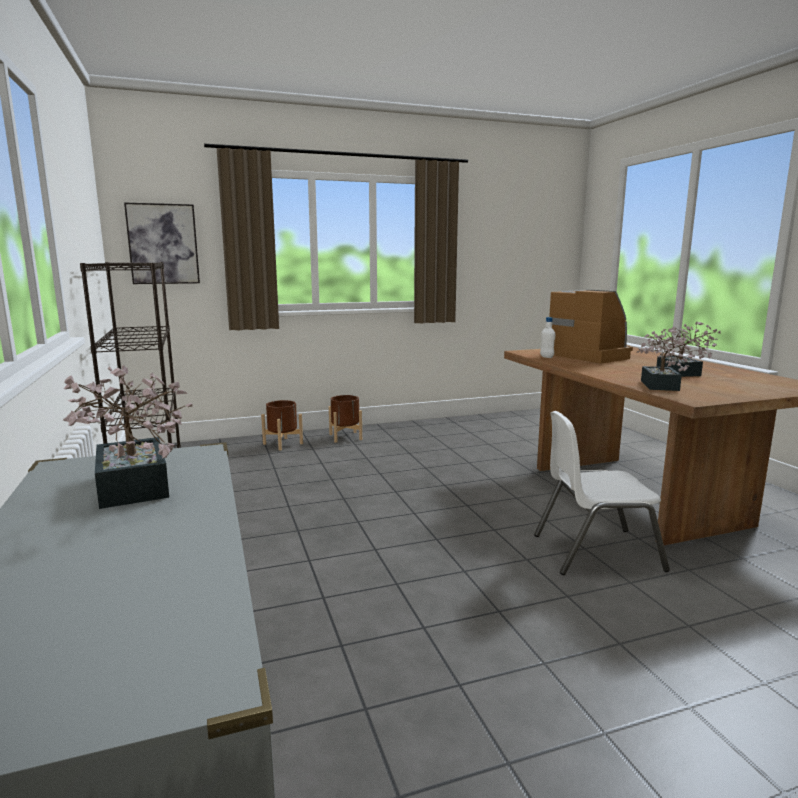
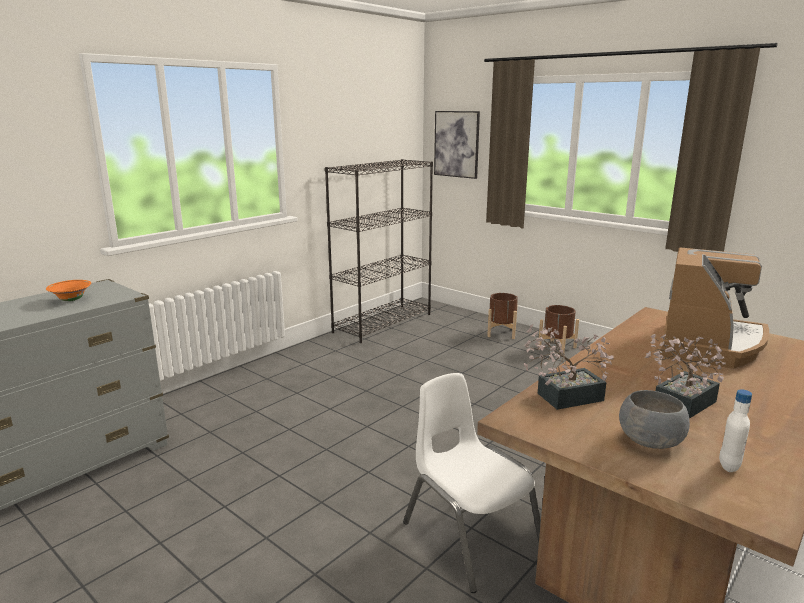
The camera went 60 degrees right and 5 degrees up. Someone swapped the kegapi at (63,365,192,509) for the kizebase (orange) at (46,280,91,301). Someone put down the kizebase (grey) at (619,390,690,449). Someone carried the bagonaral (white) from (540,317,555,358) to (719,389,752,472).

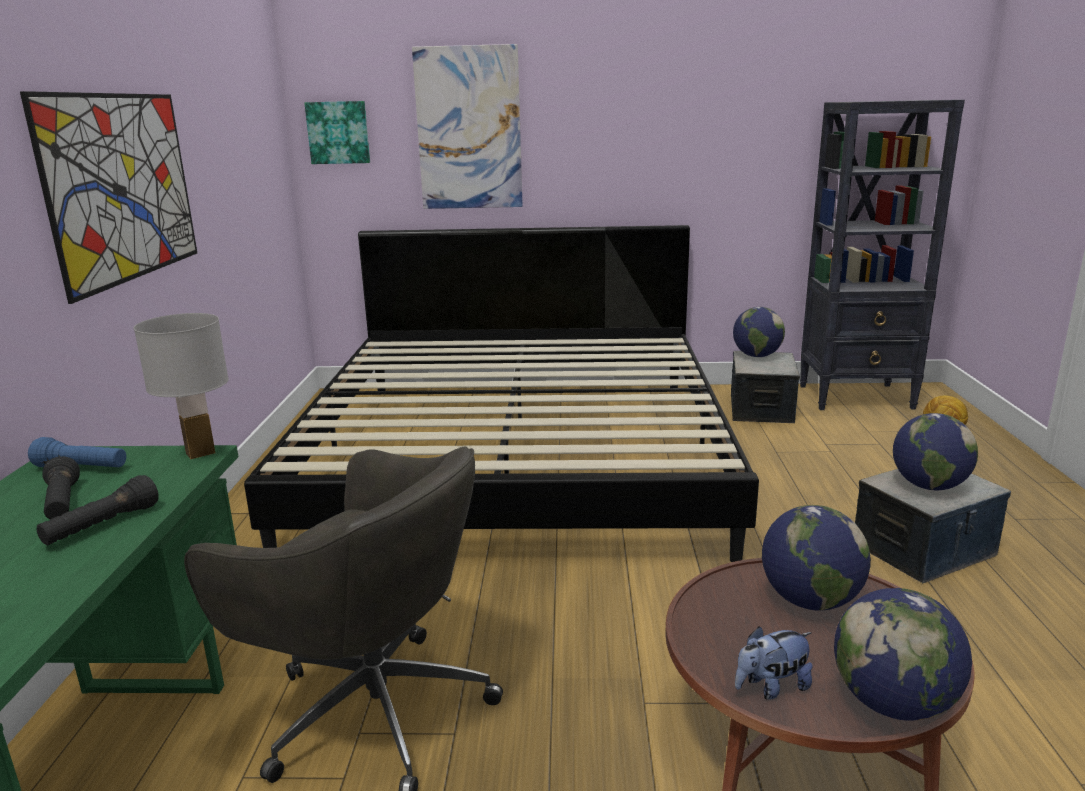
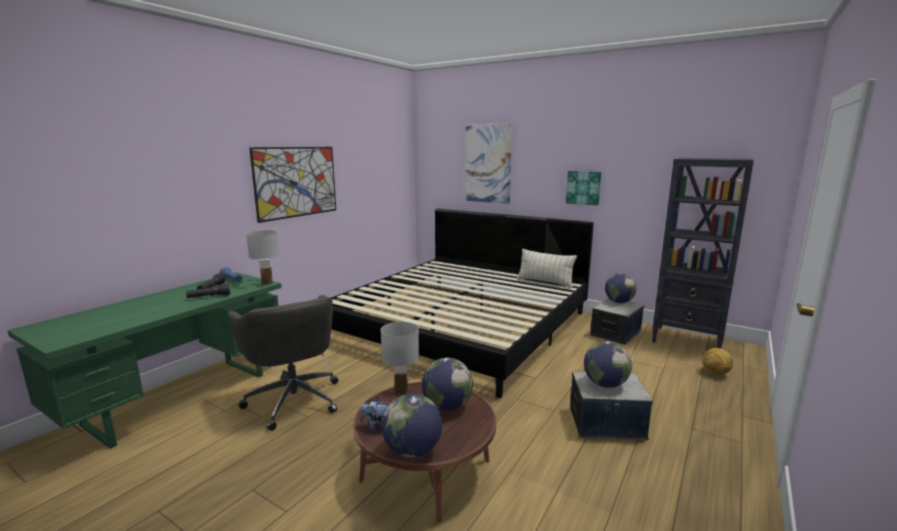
The camera went 30 degrees right and 5 degrees down. Someone put down the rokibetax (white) at (381,322,419,393). Someone put down the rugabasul at (517,249,577,288). Someone carried the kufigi from (304,101,370,164) to (566,171,601,205).

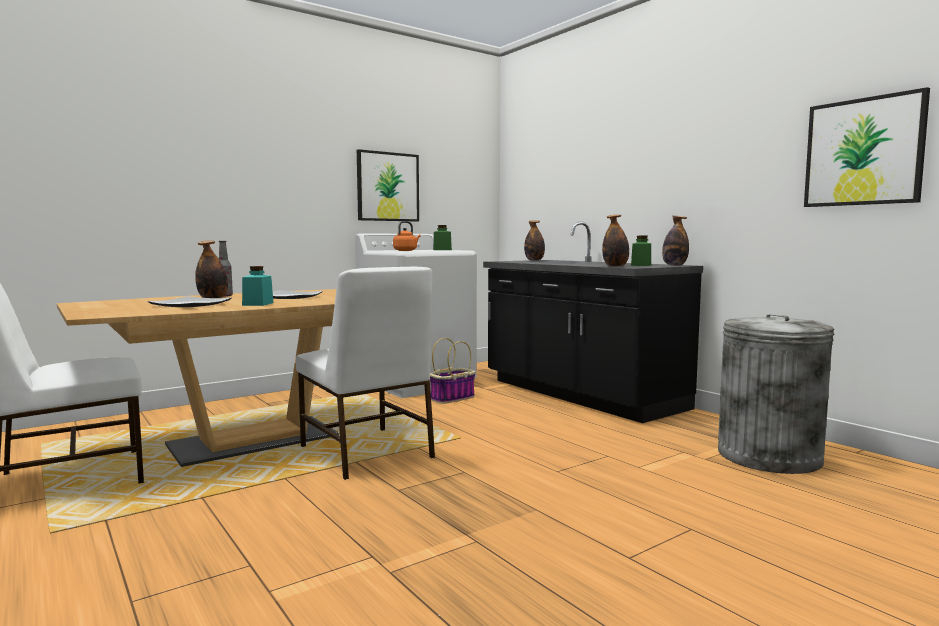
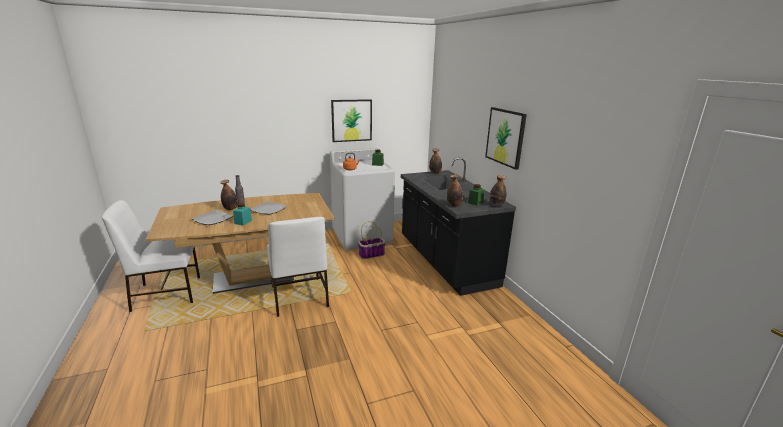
The camera went 15 degrees right and 15 degrees up. Someone carried the kufigi from (804,87,930,207) to (485,107,527,170). Someone took away the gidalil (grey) at (718,314,834,474).

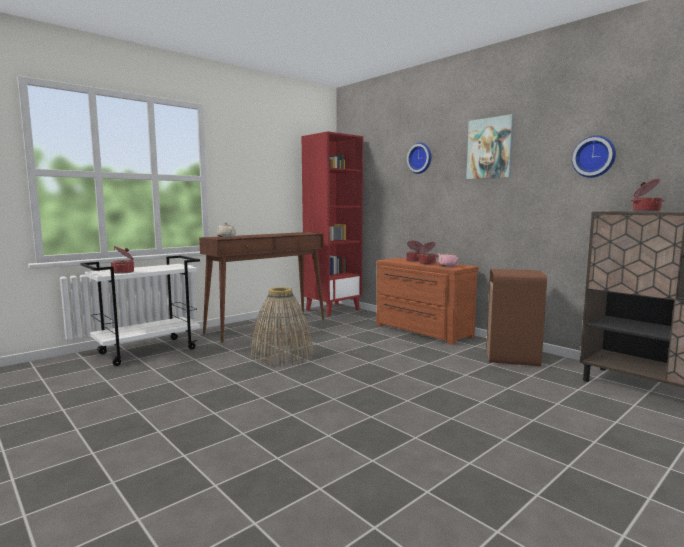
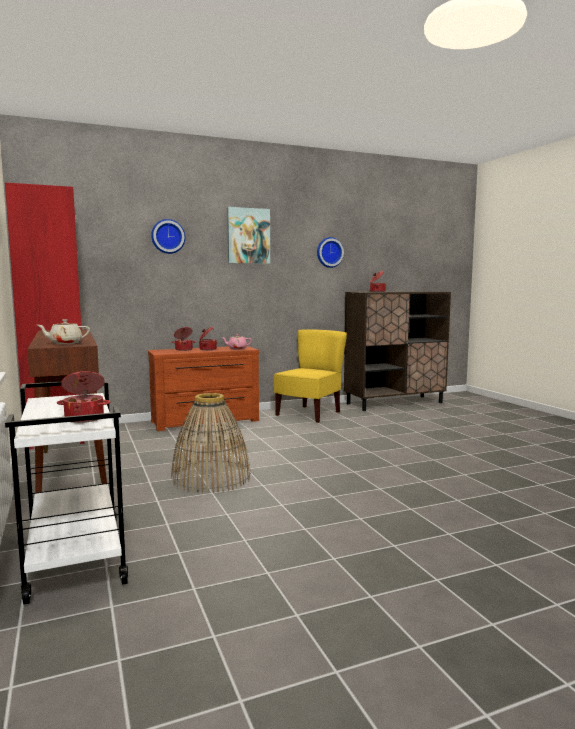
The camera went 70 degrees left and 0 degrees up. Someone swapped the gidalil (brown) at (486,269,547,366) for the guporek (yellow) at (274,329,347,423).

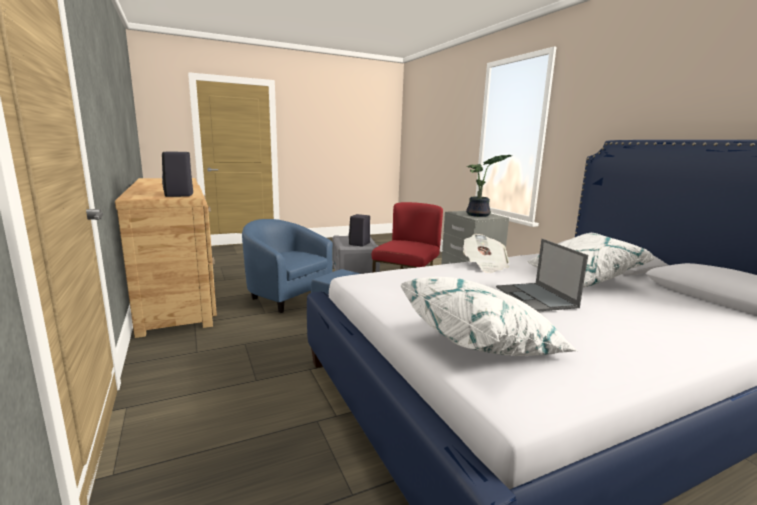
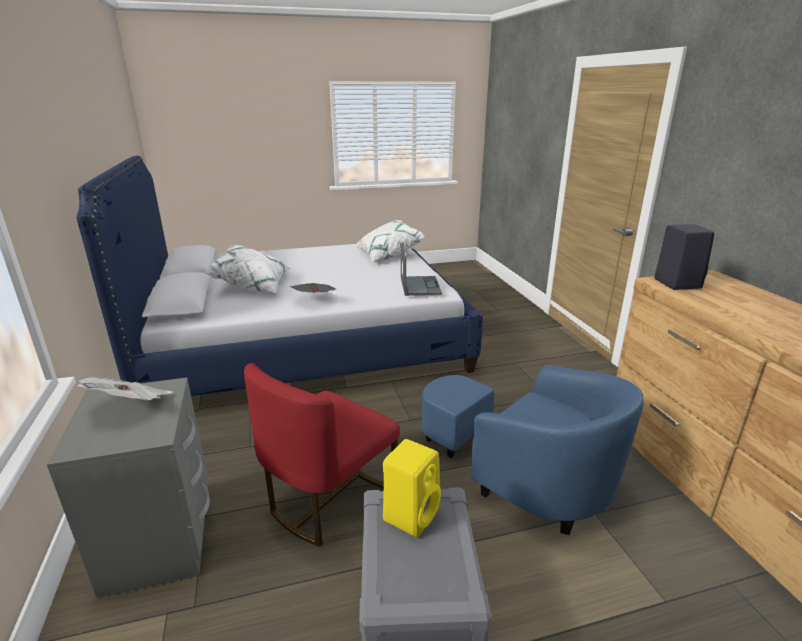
The camera went 170 degrees left and 10 degrees up. Someone swapped the kegapi at (466,155,512,217) for the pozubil at (77,377,173,400). Someone repainted the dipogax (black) at (349,214,370,247), which became the dipogax (yellow) at (383,439,441,537). Someone carried the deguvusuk from (496,239,588,312) to (401,243,442,296).

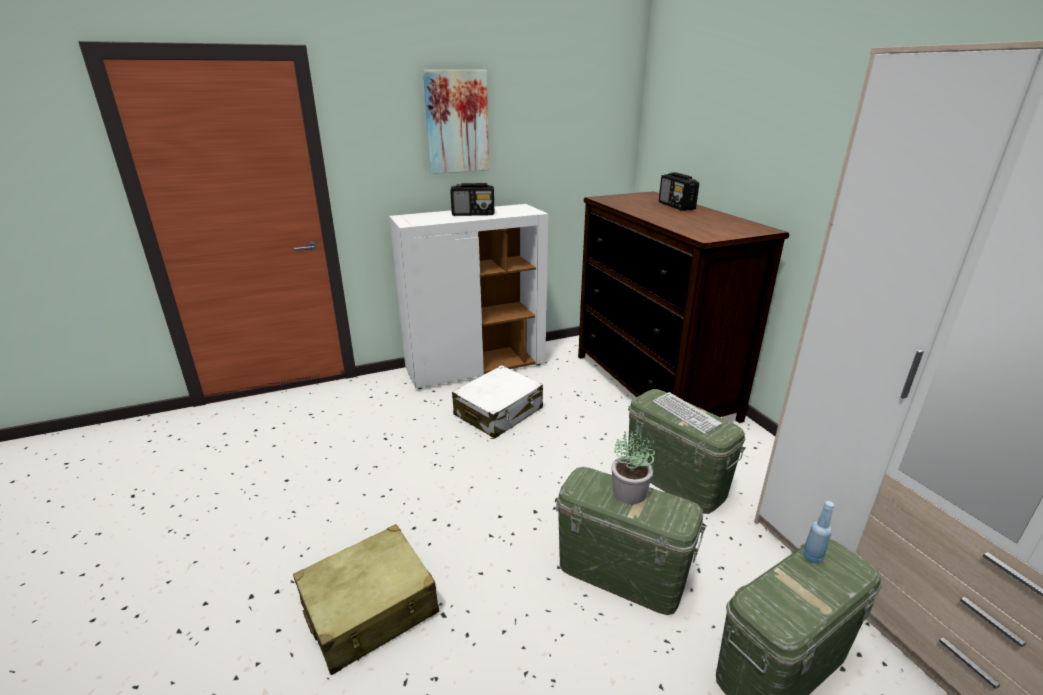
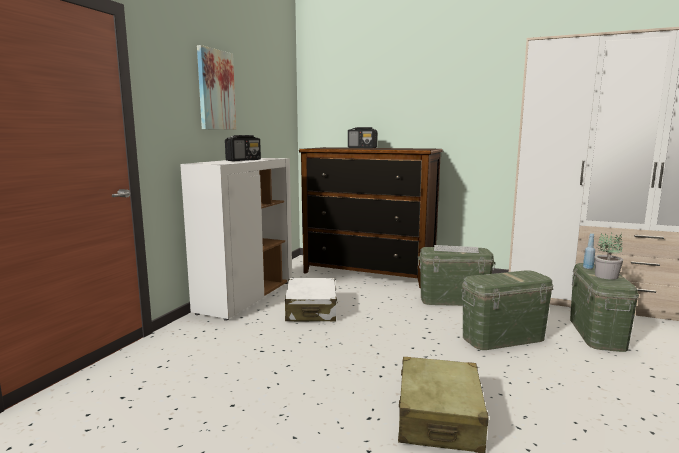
The camera went 45 degrees left and 15 degrees down. Someone carried the kegapi from (611,427,655,504) to (594,232,623,280).

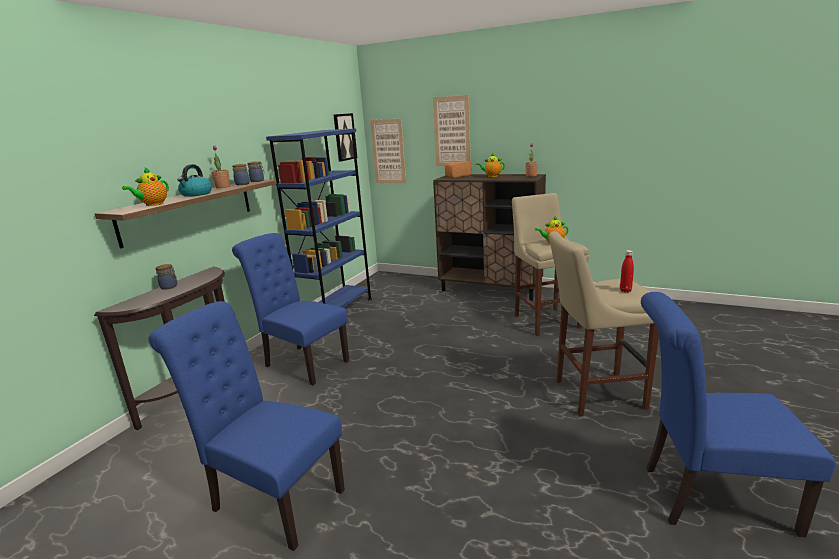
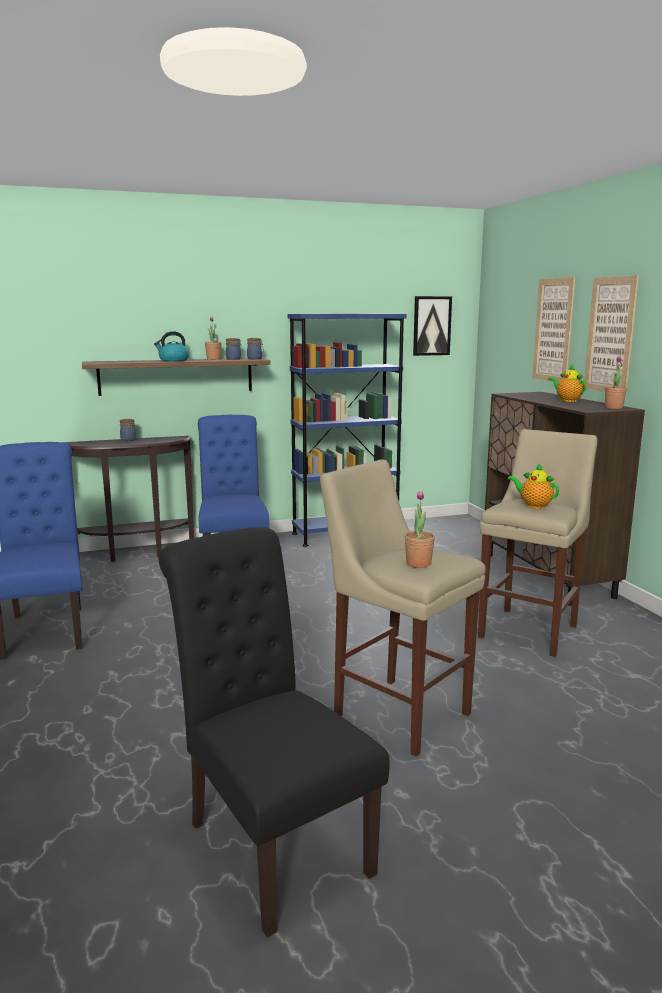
The camera went 45 degrees right and 5 degrees down. Someone repainted the guporek (blue) at (641,292,836,537), which became the guporek (black) at (159,527,389,938). Someone swapped the bagonaral (red) at (620,250,634,292) for the kegapi at (405,491,435,568). Someone carried the kufigi from (370,118,406,184) to (584,275,639,393). Someone took away the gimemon at (122,167,169,206). Someone took away the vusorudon at (445,161,472,178).

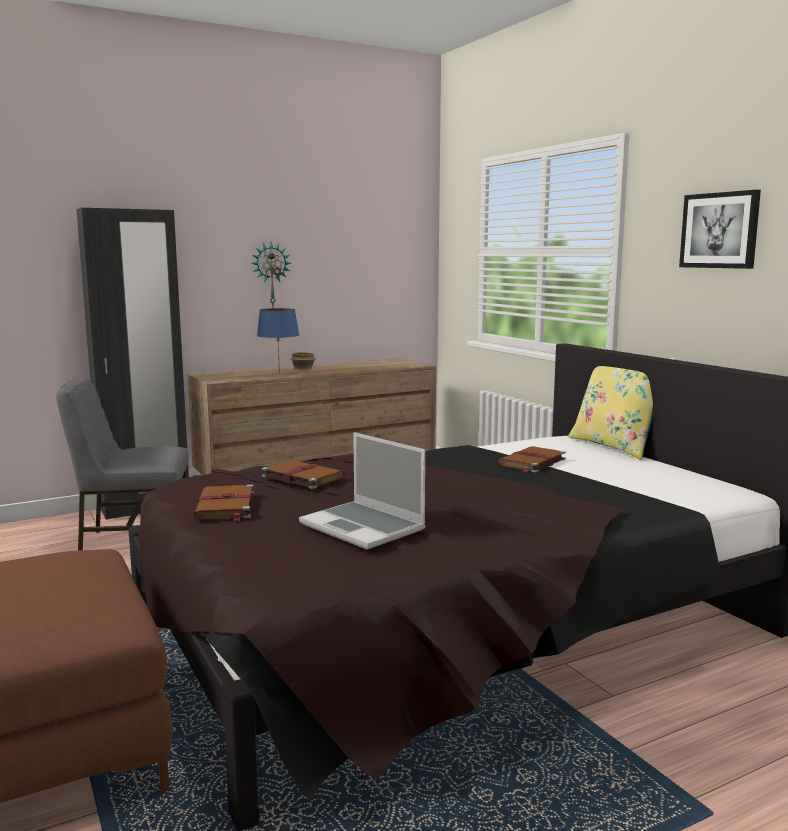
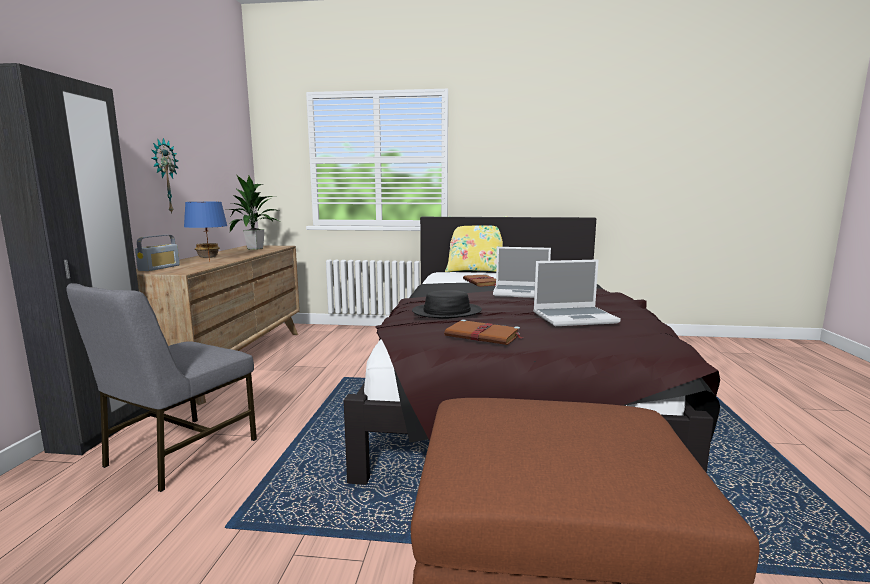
The camera went 55 degrees left and 0 degrees up. Someone put down the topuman at (135,235,180,271). Someone put down the kegapi at (228,175,280,250). Someone swapped the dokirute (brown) at (262,460,345,489) for the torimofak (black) at (412,290,482,319). Someone put down the deguvusuk at (493,247,551,298). Someone took away the kufigi at (679,190,761,269).

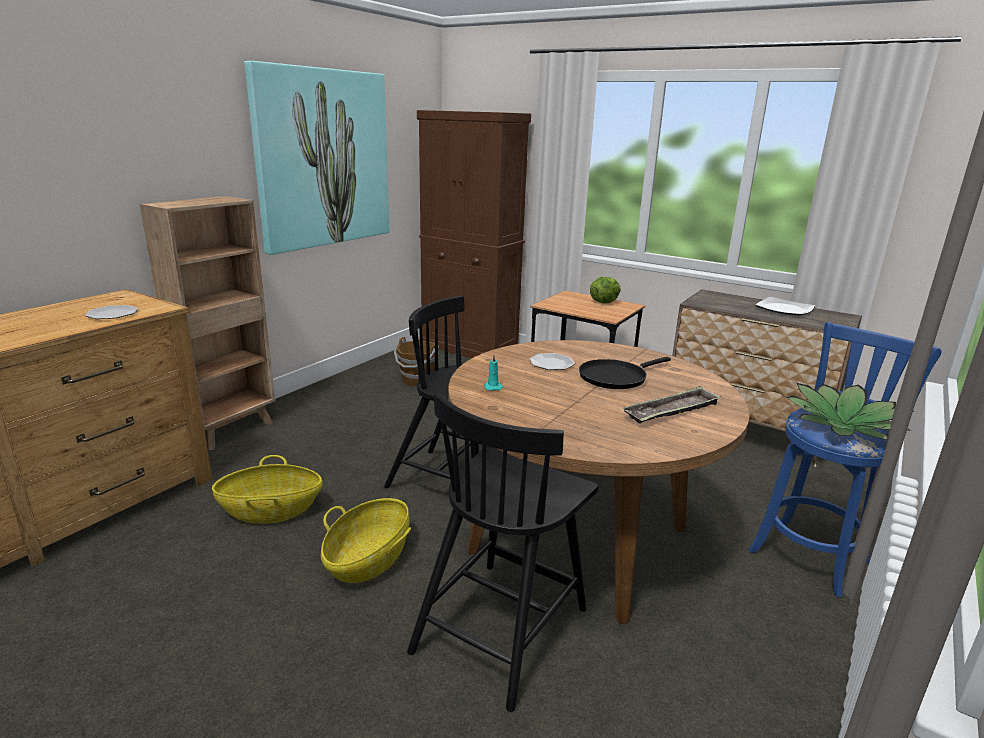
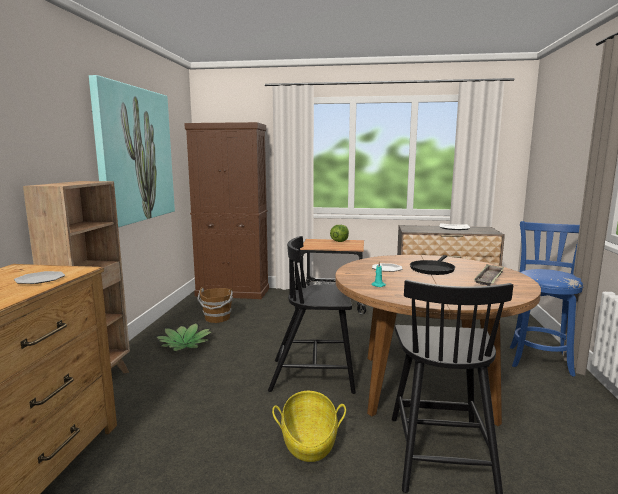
The camera went 25 degrees left and 10 degrees down. Someone carried the kegapi from (786,383,914,440) to (155,323,213,352). Someone took away the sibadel at (212,455,323,524).

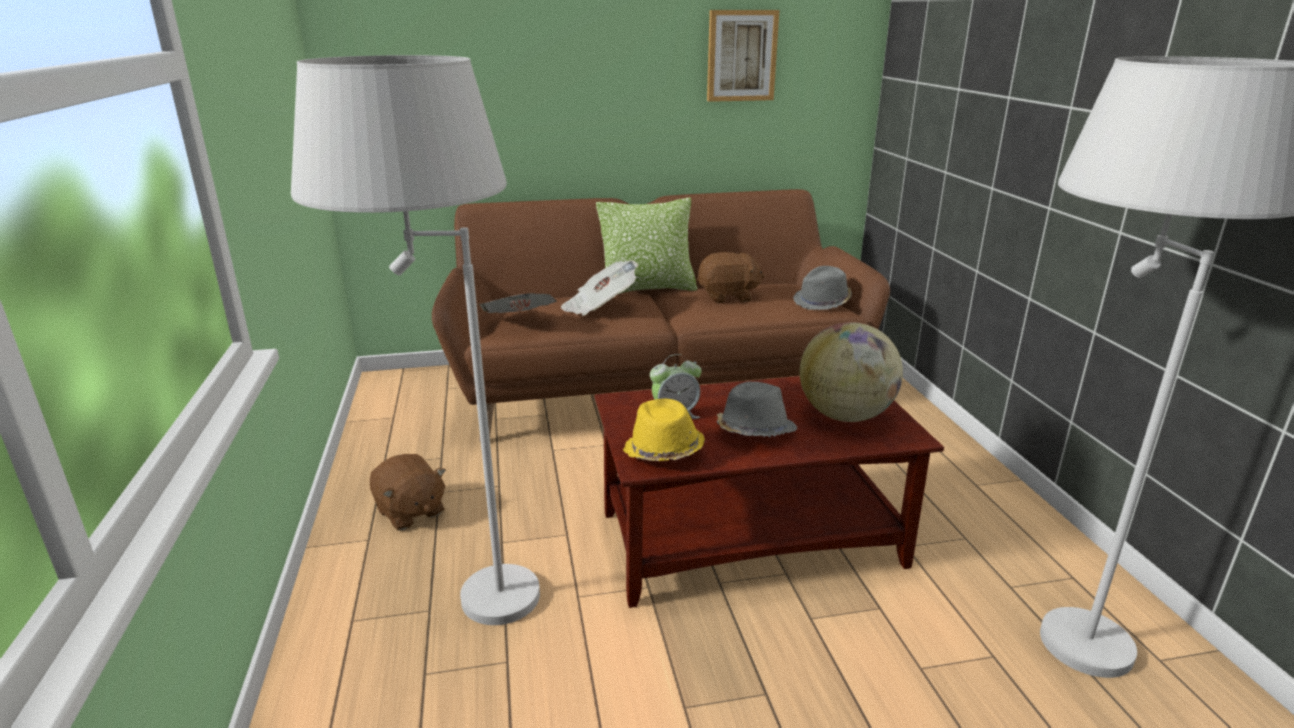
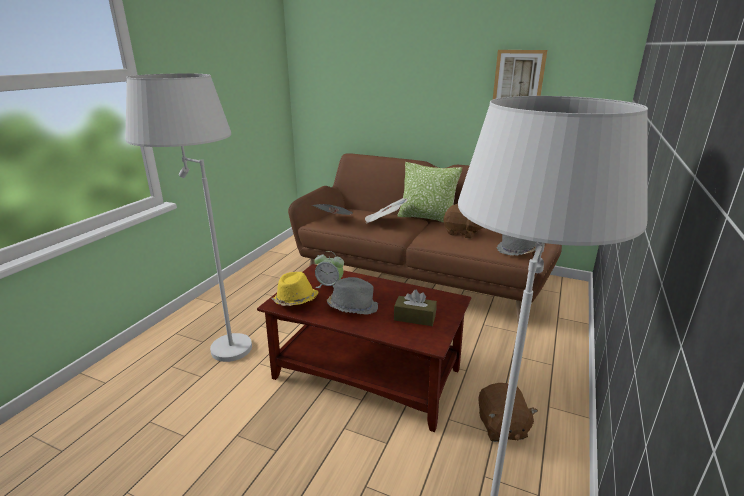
The camera went 35 degrees right and 0 degrees up. Someone swapped the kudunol at (800,322,903,422) for the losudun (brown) at (394,290,437,326). Someone carried the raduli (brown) from (370,454,446,530) to (478,383,538,442).

